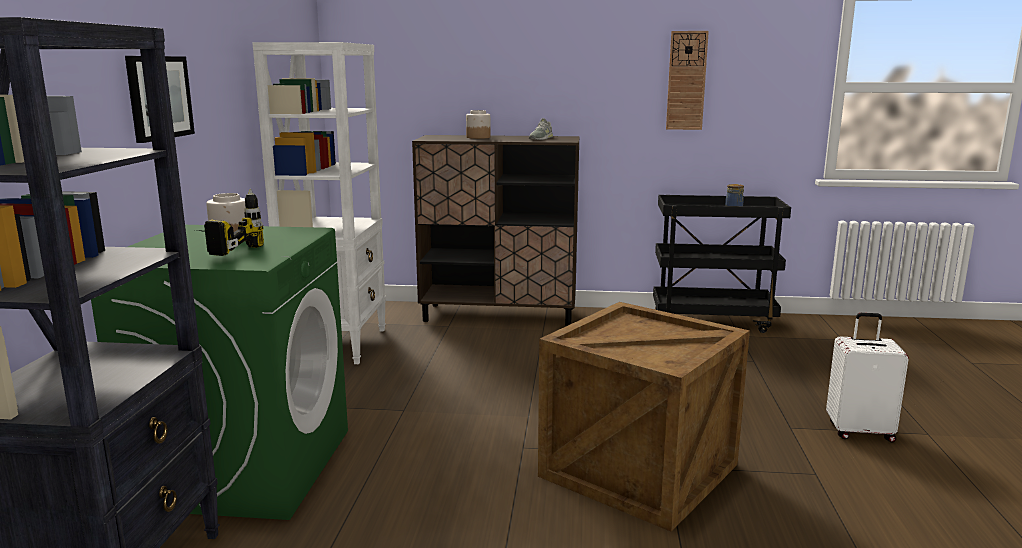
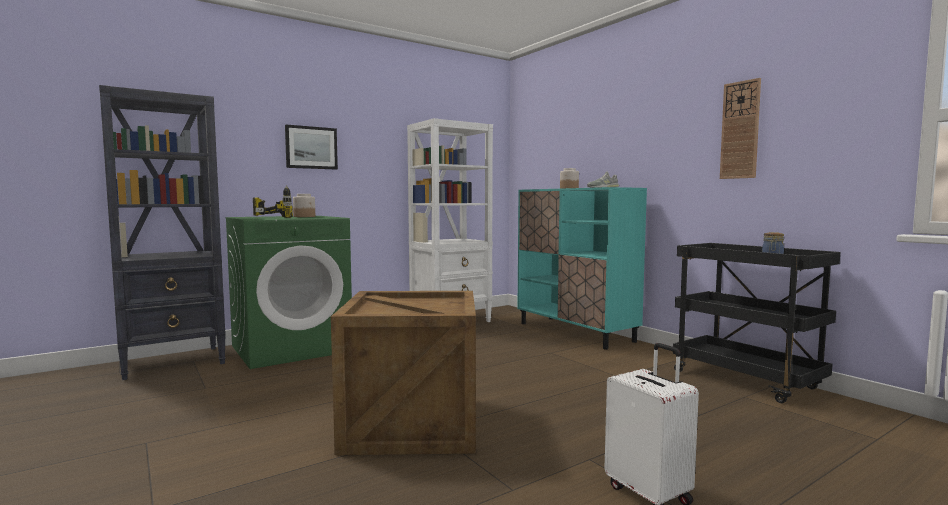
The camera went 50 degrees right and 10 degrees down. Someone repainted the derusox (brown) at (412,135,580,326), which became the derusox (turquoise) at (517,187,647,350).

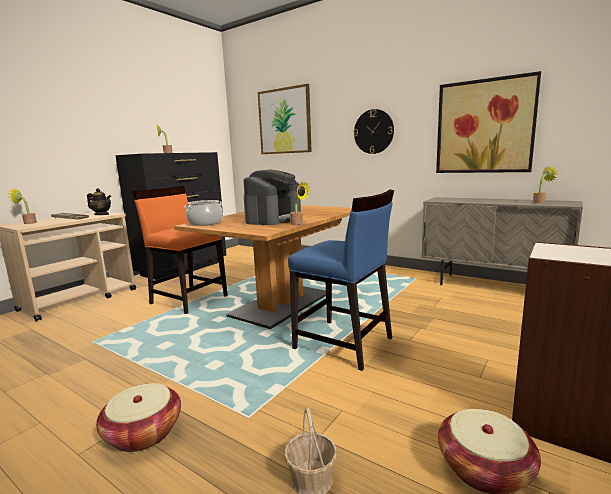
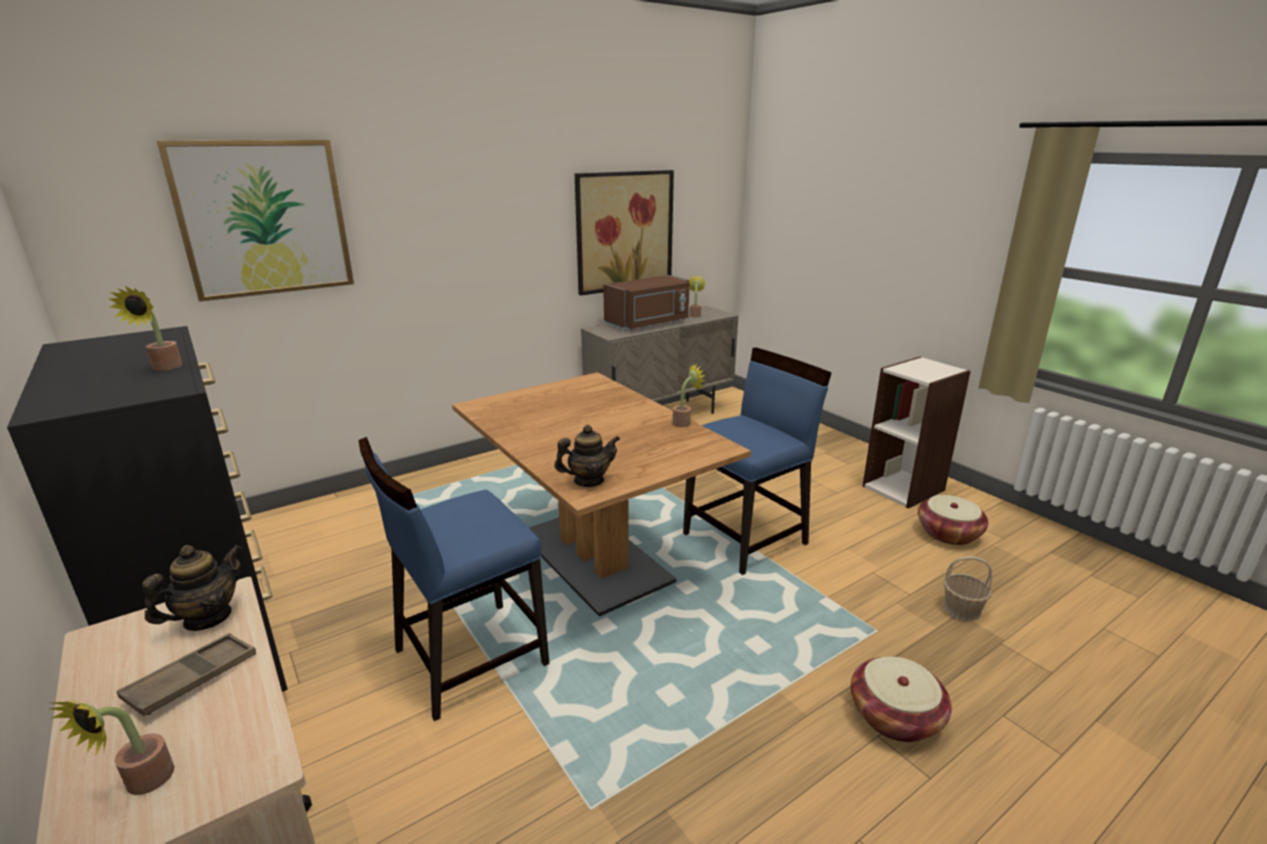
The camera went 70 degrees left and 10 degrees up. Someone repainted the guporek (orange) at (133,186,228,314), which became the guporek (blue) at (358,437,549,721). Someone swapped the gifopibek at (184,200,223,226) for the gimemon at (554,425,620,487). Someone put down the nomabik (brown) at (603,275,690,330). Someone took away the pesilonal at (244,169,301,225). Someone took away the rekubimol at (354,109,394,154).

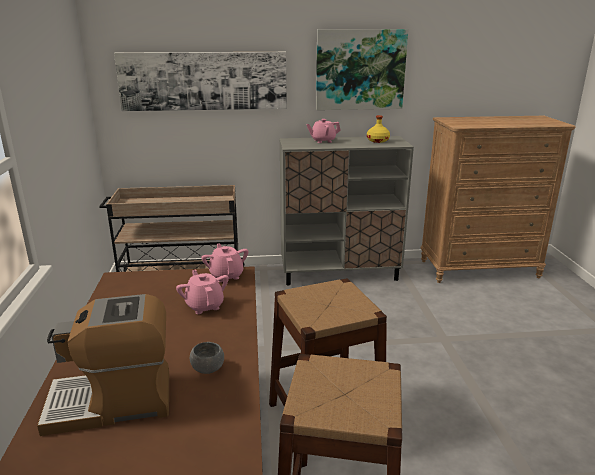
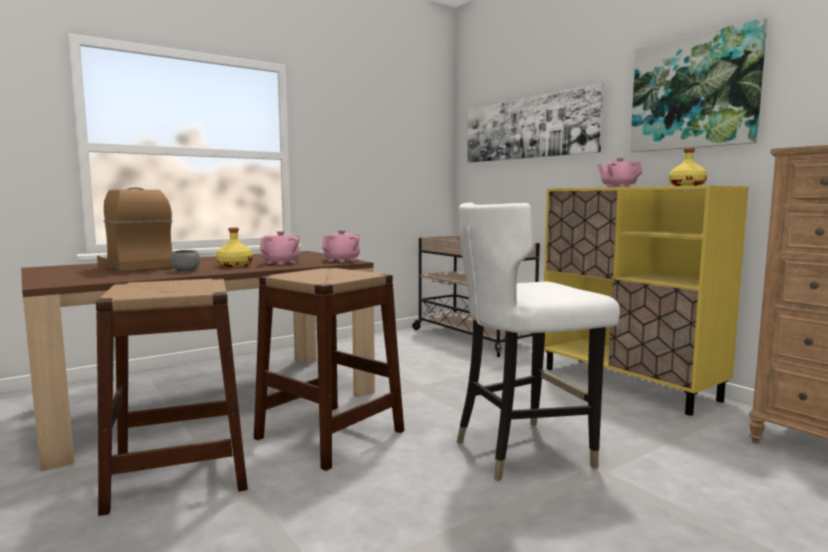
The camera went 60 degrees right and 15 degrees down. Someone put down the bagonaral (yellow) at (216,228,253,267). Someone put down the guporek (white) at (457,202,620,481). Someone repainted the derusox (grey) at (279,136,414,286), which became the derusox (yellow) at (544,185,749,416).

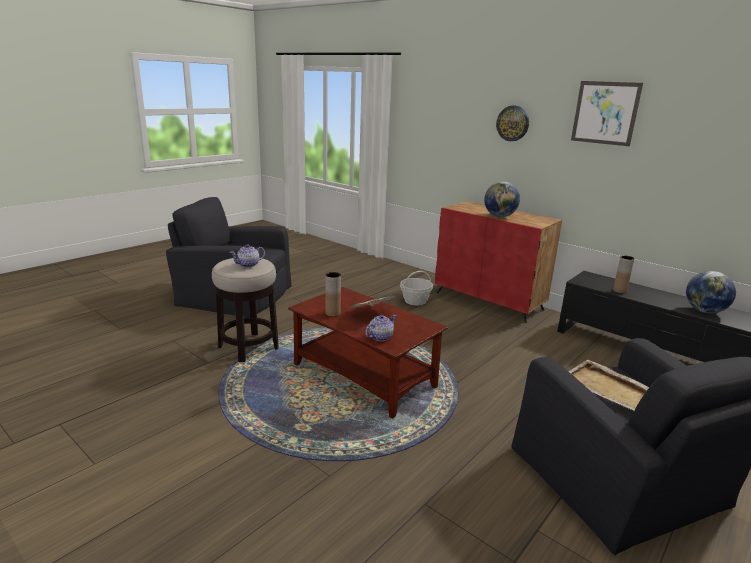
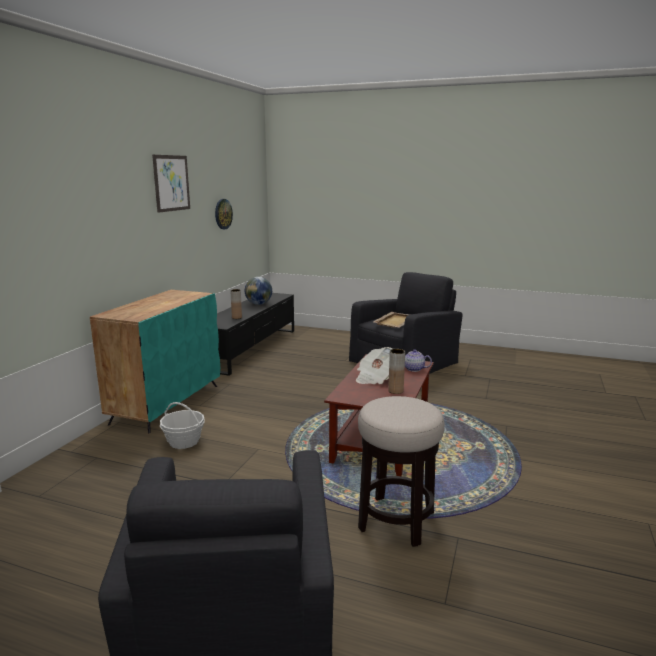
The camera went 110 degrees left and 5 degrees down. Someone repainted the derusox (red) at (435,201,562,323), which became the derusox (turquoise) at (90,290,220,433). Someone carried the rekubimol from (496,106,529,141) to (215,199,233,229). Someone took away the gimemon at (230,244,265,268). Someone took away the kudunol at (484,182,520,217).

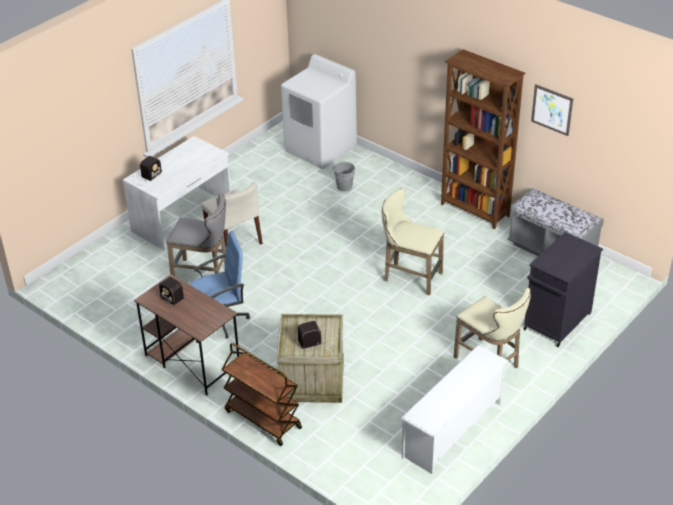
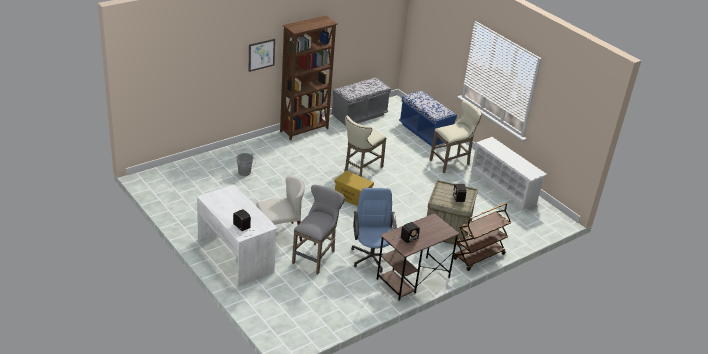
The camera went 80 degrees left and 5 degrees down. Someone carried the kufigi from (531,84,573,136) to (249,39,275,72). Someone put down the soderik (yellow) at (334,170,374,206). Someone swapped the derusox (black) at (523,232,603,347) for the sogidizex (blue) at (399,91,457,146). Someone took away the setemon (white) at (281,54,357,169).

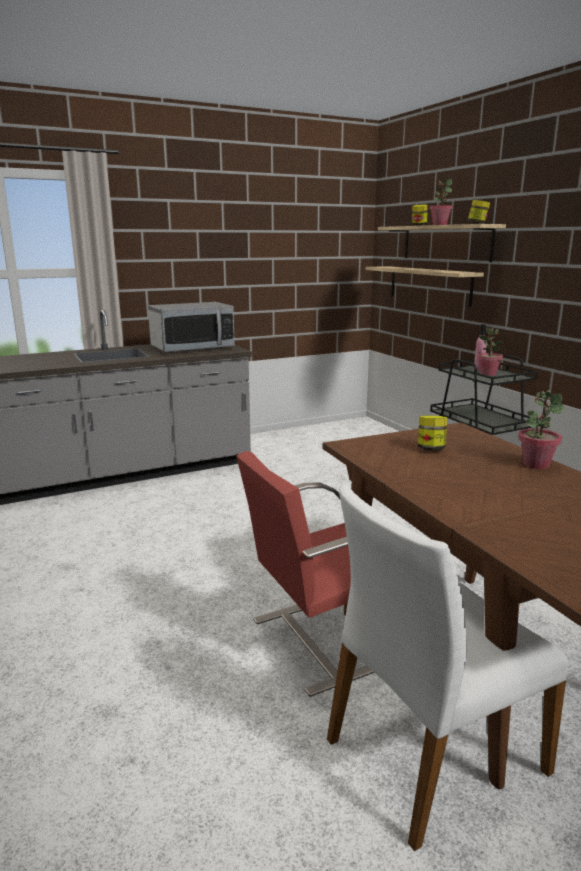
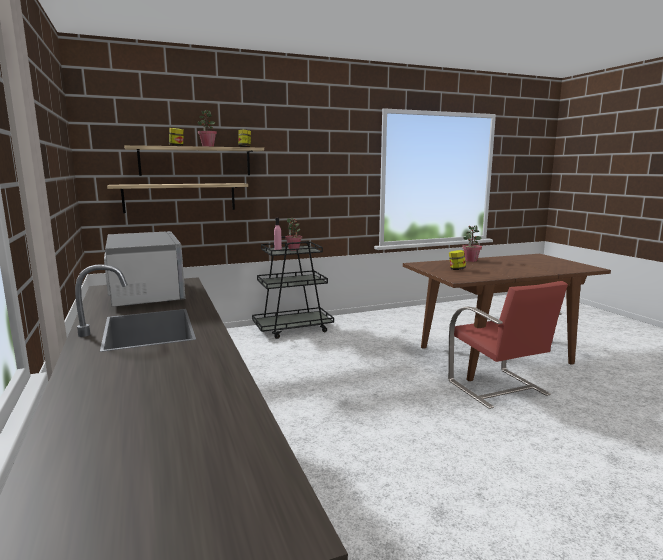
The camera went 85 degrees left and 5 degrees down. Someone took away the guporek (white) at (327,484,568,851).

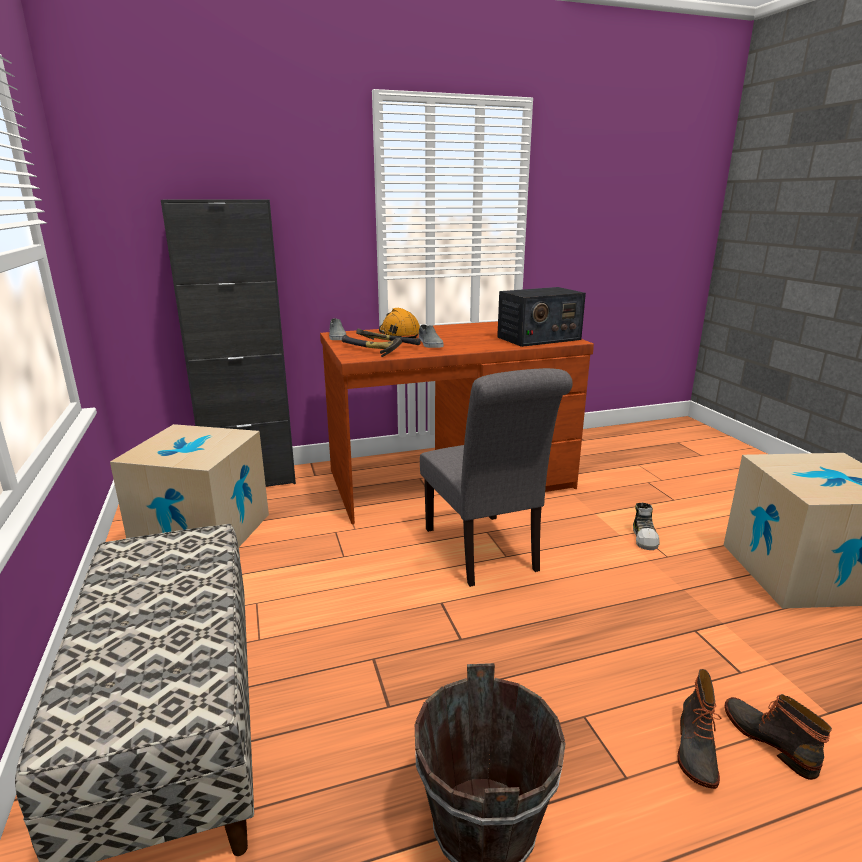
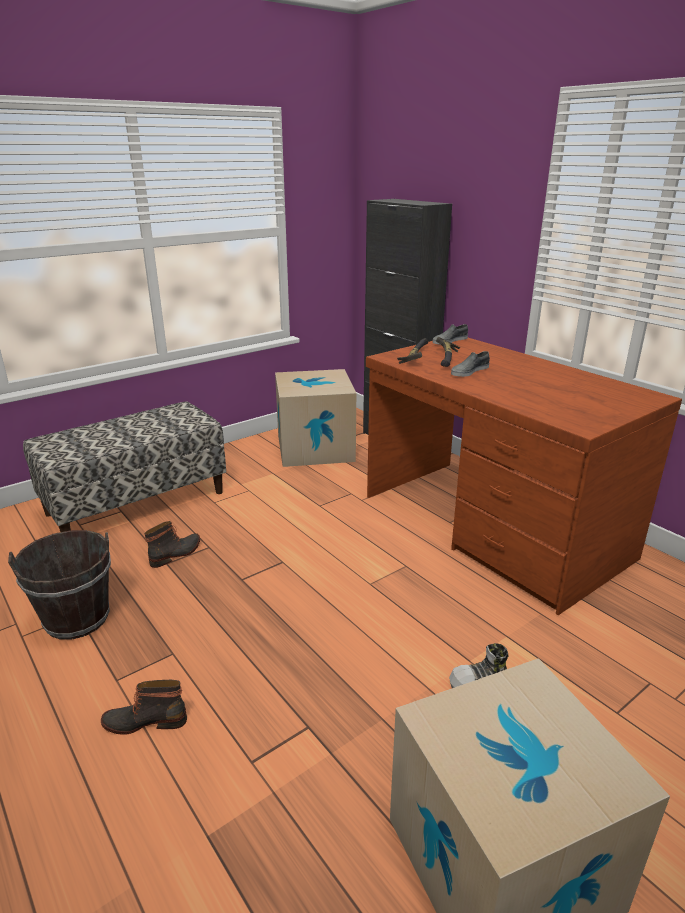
The camera went 70 degrees right and 5 degrees up. Someone carried the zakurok from (724,694,832,780) to (144,521,200,568). Someone took away the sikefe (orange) at (379,308,420,338). Someone took away the guporek (grey) at (420,368,573,587). Someone took away the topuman at (497,287,586,347).

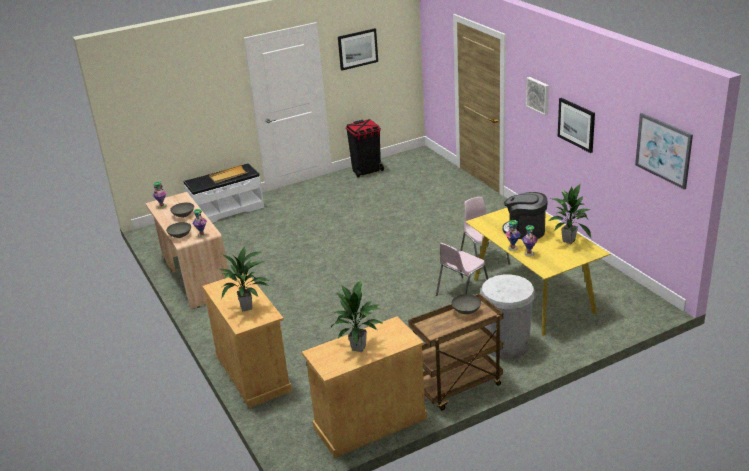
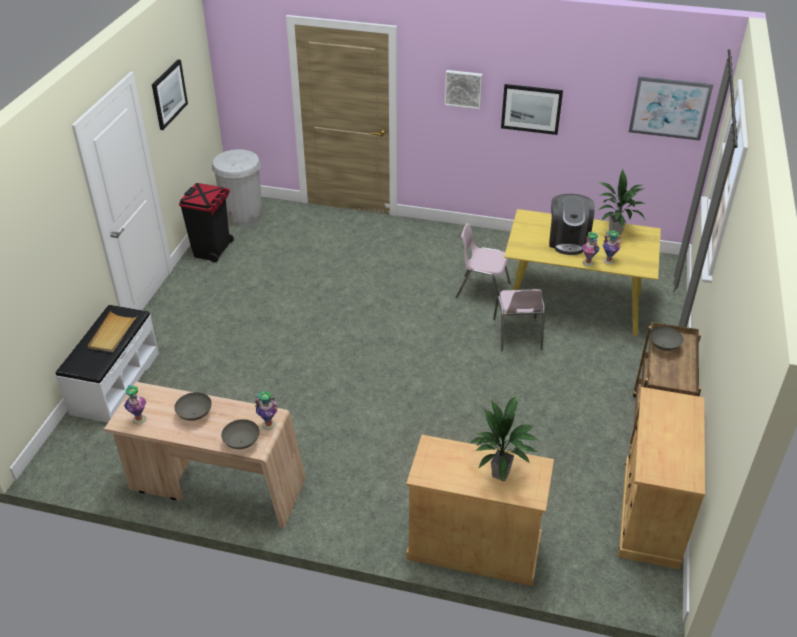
The camera went 50 degrees left and 10 degrees up. Someone carried the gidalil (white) from (480,275,535,360) to (212,149,262,226). Someone rotated the pesilonal at (502,192,548,239) by 60 degrees counterclockwise. Someone took away the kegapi at (331,280,384,352).

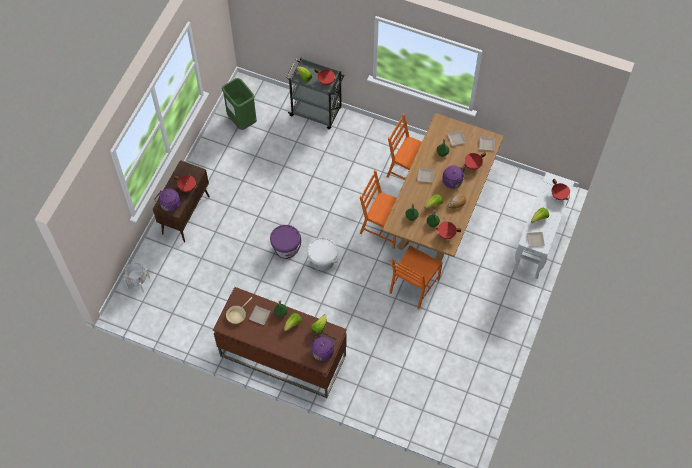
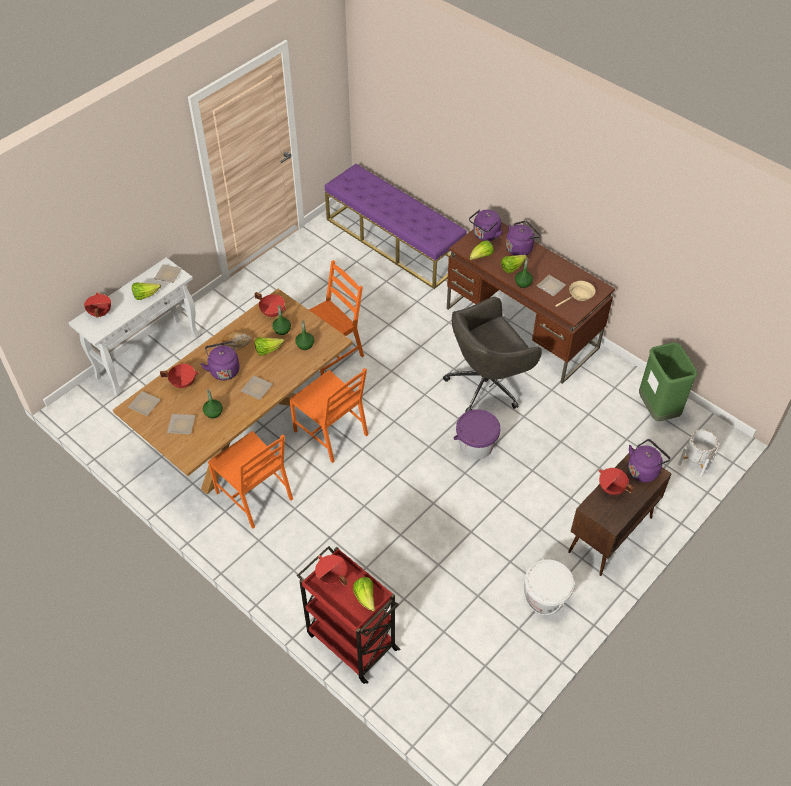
The camera went 160 degrees left and 10 degrees down. Someone repainted the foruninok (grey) at (286,58,345,129), which became the foruninok (red) at (297,546,400,684). Someone put down the sogidizex (purple) at (325,164,467,289). Someone put down the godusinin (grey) at (443,297,542,412). Someone put down the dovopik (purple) at (506,220,541,256). Someone carried the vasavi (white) from (307,237,338,271) to (523,559,575,615). Someone carried the gidalil (green) from (222,78,257,130) to (639,343,697,421).

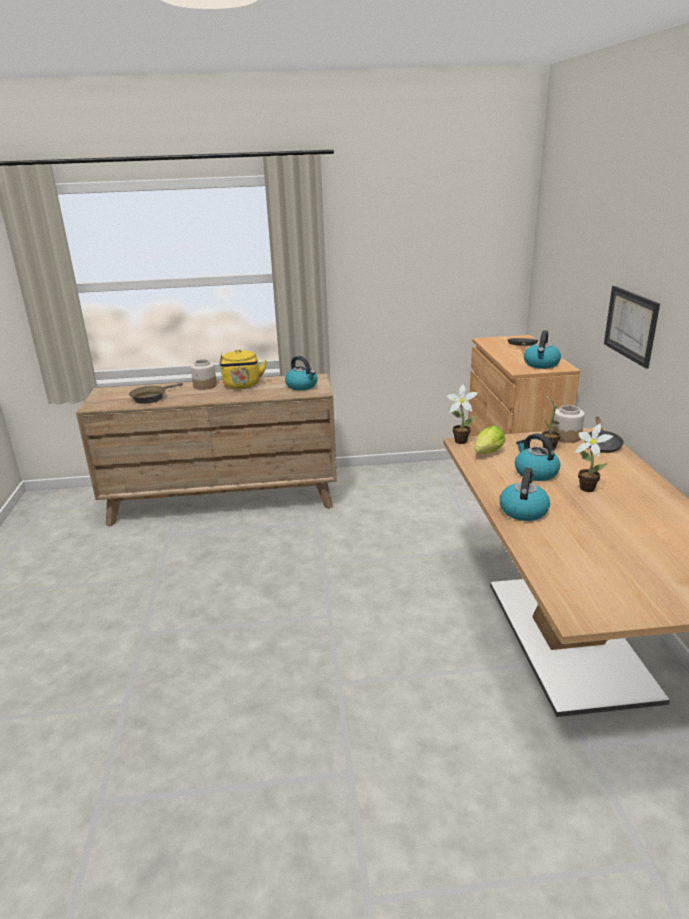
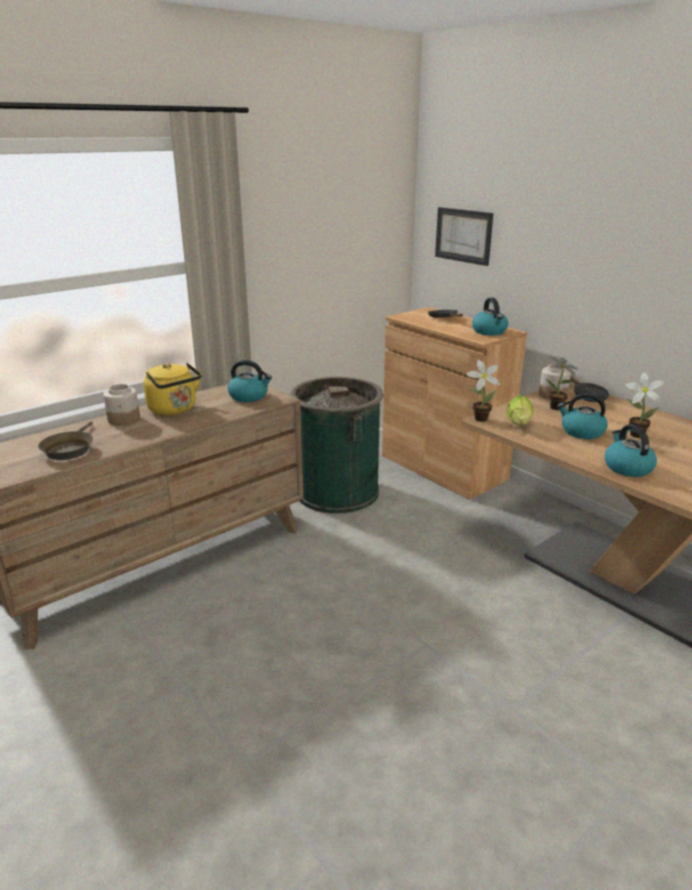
The camera went 35 degrees left and 0 degrees up. Someone put down the gidalil (green) at (290,377,383,514). Someone carried the kufigi from (604,286,660,369) to (435,207,494,266).

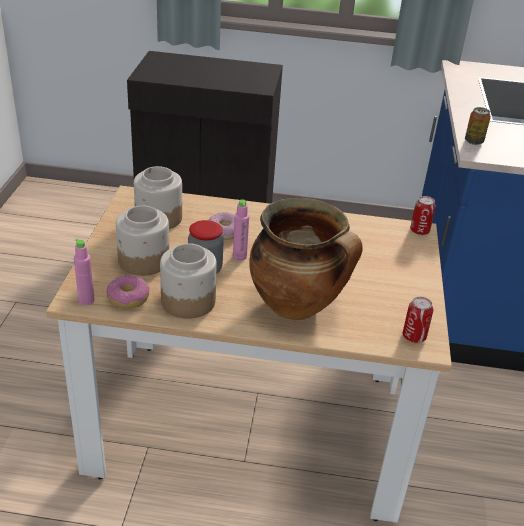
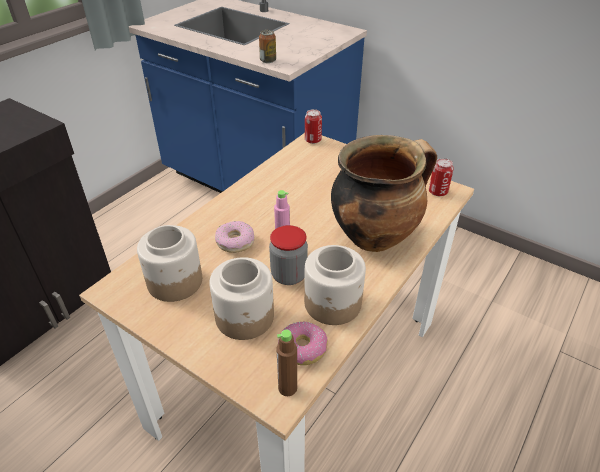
The camera went 60 degrees left and 5 degrees up. Someone repainted the bagonaral (pink) at (74,238,95,306), which became the bagonaral (brown) at (276,329,297,396).

